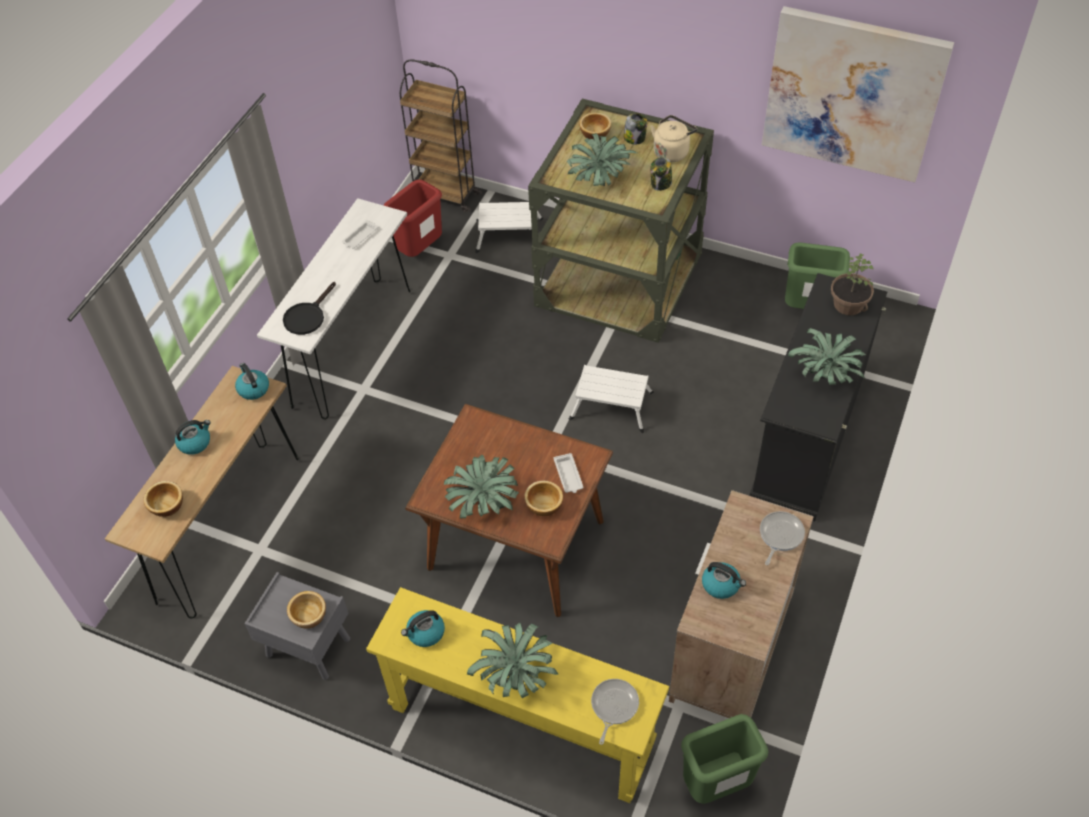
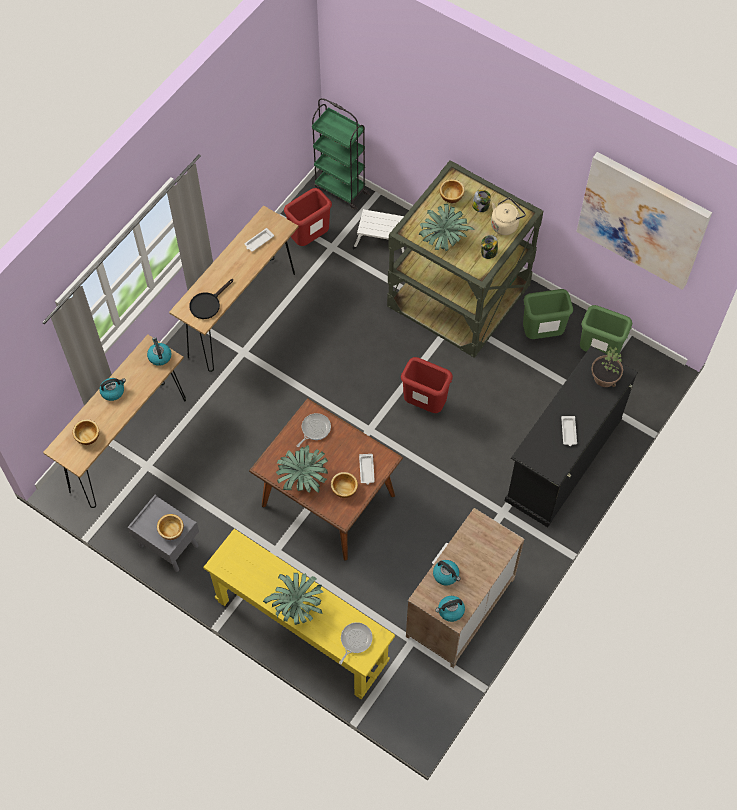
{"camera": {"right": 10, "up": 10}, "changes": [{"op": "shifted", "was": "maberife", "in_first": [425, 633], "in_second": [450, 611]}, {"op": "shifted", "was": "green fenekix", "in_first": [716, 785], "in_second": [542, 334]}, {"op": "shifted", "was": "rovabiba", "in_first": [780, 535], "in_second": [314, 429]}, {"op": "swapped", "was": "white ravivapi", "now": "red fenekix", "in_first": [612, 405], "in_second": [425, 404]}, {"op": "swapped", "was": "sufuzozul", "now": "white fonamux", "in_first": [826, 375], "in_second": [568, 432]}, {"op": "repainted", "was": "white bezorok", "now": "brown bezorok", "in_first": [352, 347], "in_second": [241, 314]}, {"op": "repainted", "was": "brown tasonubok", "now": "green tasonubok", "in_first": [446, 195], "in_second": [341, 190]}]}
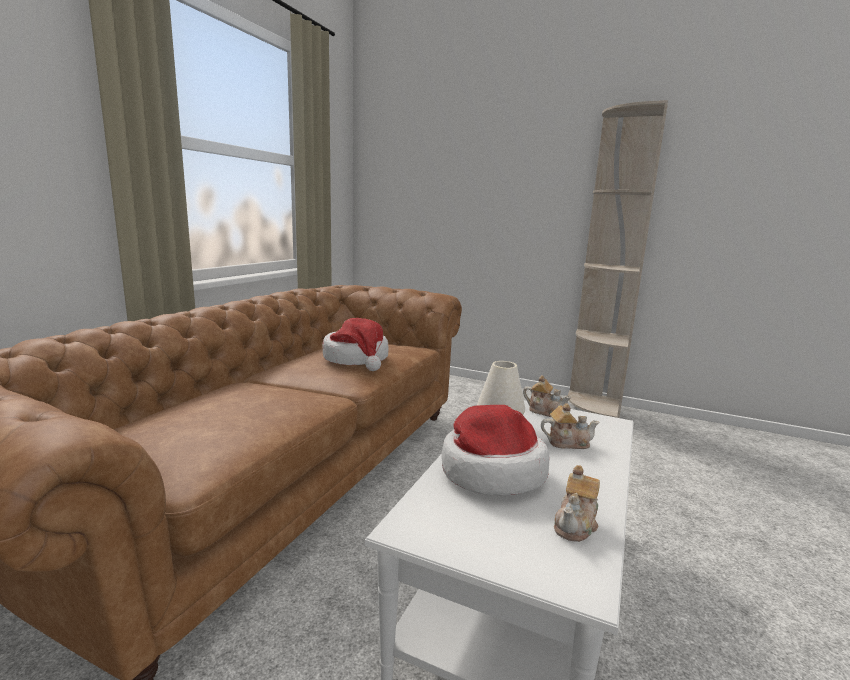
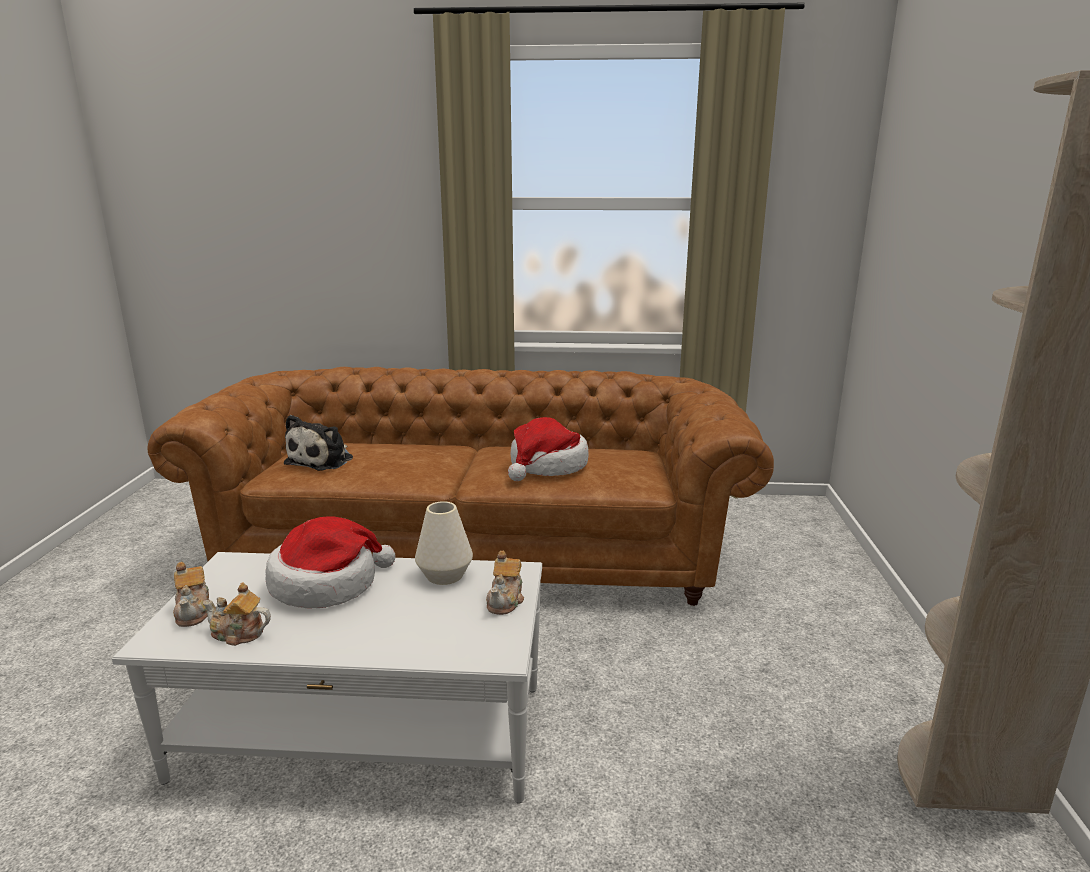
{"camera": {"right": 70, "up": 5}, "changes": [{"op": "new", "now": "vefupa", "in_second": [322, 460]}, {"op": "shifted", "was": "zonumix", "in_first": [567, 443], "in_second": [194, 612]}]}
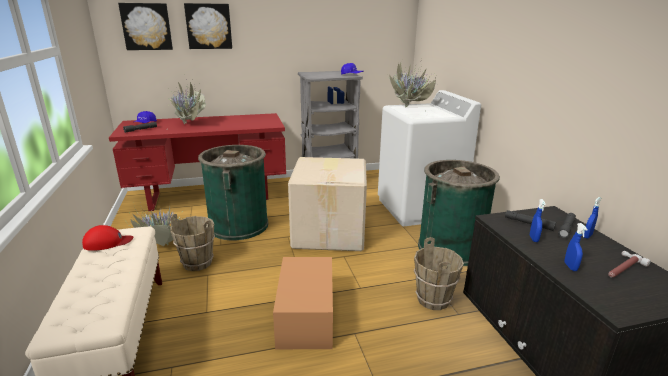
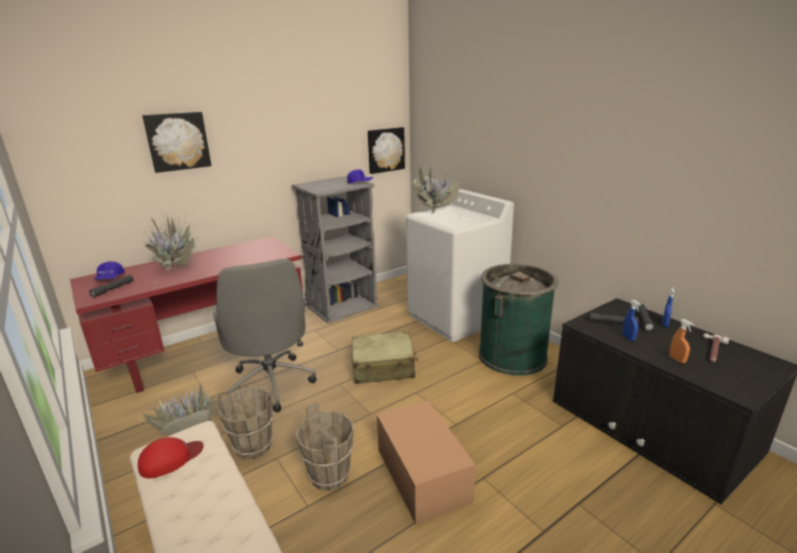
{"camera": {"right": -20, "up": 0}, "changes": [{"op": "shifted", "was": "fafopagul", "in_first": [146, 26], "in_second": [385, 150]}, {"op": "shifted", "was": "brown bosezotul", "in_first": [433, 300], "in_second": [330, 475]}, {"op": "swapped", "was": "green fenekix", "now": "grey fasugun", "in_first": [238, 225], "in_second": [272, 384]}, {"op": "swapped", "was": "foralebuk", "now": "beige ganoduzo", "in_first": [330, 232], "in_second": [383, 367]}, {"op": "repainted", "was": "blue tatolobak", "now": "orange tatolobak", "in_first": [570, 267], "in_second": [677, 360]}]}
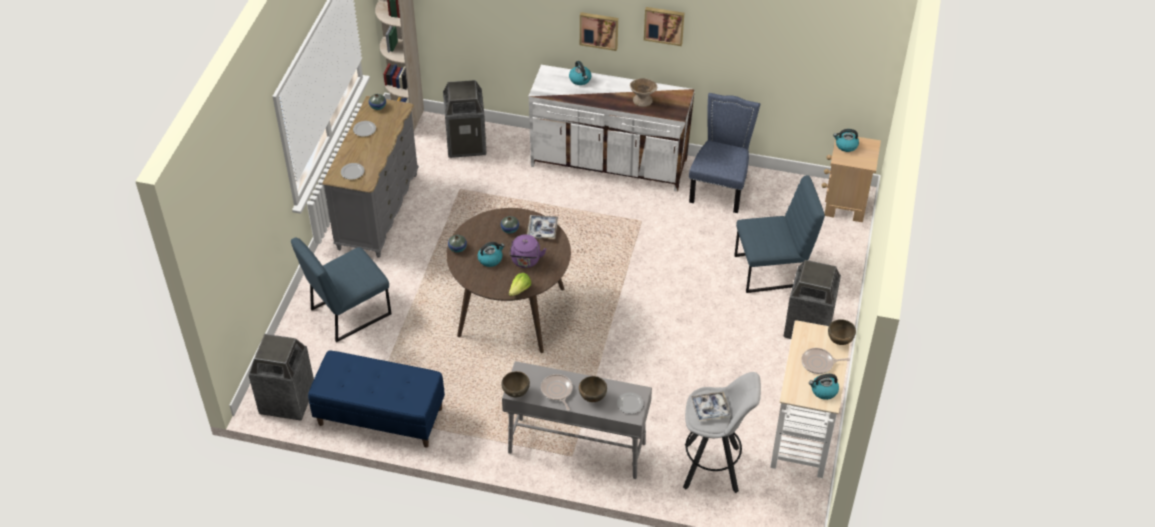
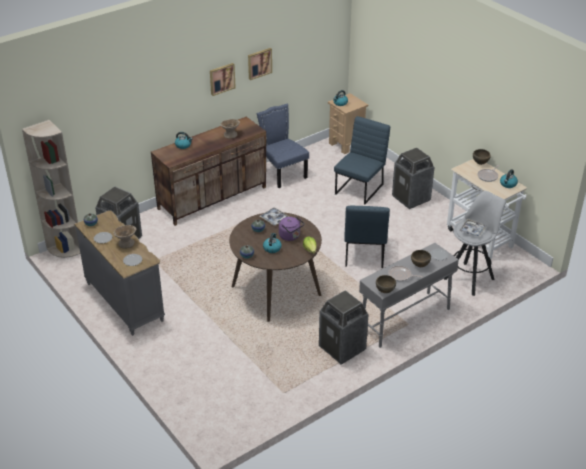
{"camera": {"right": -50, "up": -10}, "changes": [{"op": "gone", "was": "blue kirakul", "in_first": [379, 417]}, {"op": "new", "now": "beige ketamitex", "in_second": [126, 243]}, {"op": "shifted", "was": "fenekix", "in_first": [287, 401], "in_second": [342, 348]}, {"op": "shifted", "was": "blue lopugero", "in_first": [348, 312], "in_second": [364, 254]}, {"op": "shifted", "was": "fafopagul", "in_first": [599, 30], "in_second": [259, 63]}, {"op": "repainted", "was": "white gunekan", "now": "brown gunekan", "in_first": [610, 164], "in_second": [213, 198]}]}
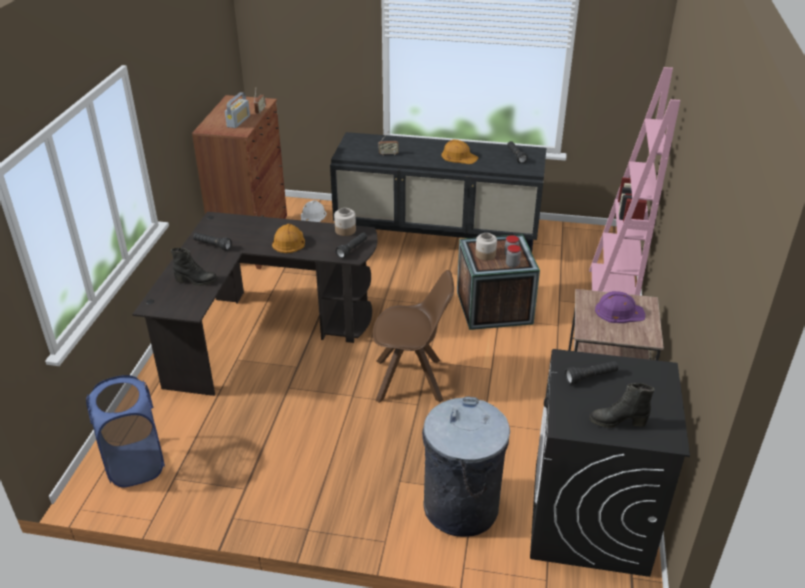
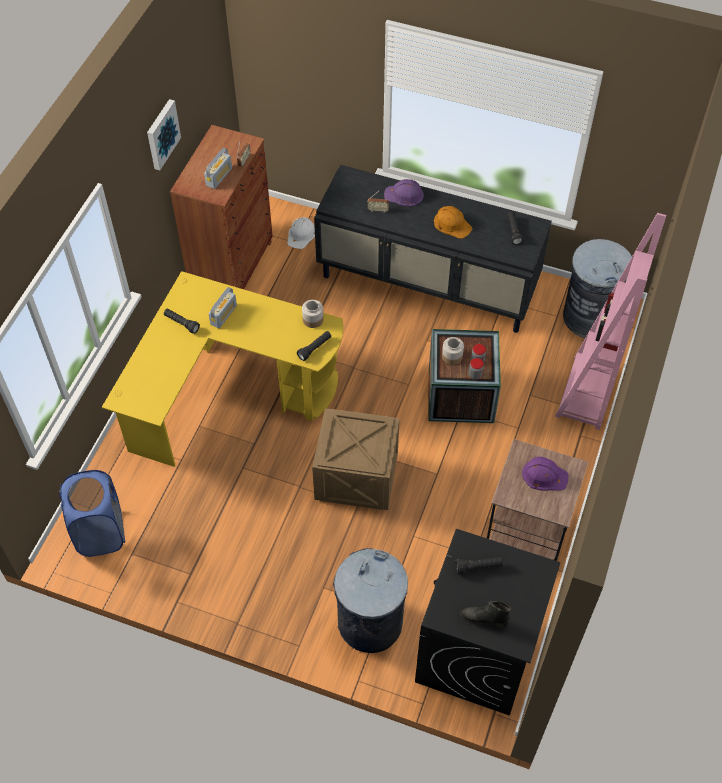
{"camera": {"right": 10, "up": 20}, "changes": [{"op": "gone", "was": "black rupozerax", "in_first": [196, 281]}, {"op": "gone", "was": "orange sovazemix", "in_first": [289, 241]}, {"op": "new", "now": "fafopagul", "in_second": [161, 134]}, {"op": "new", "now": "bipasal", "in_second": [223, 315]}, {"op": "new", "now": "purple sovazemix", "in_second": [404, 195]}, {"op": "new", "now": "grey fenekix", "in_second": [590, 316]}, {"op": "swapped", "was": "brown lopugero", "now": "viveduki", "in_first": [411, 380], "in_second": [358, 477]}, {"op": "repainted", "was": "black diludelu", "now": "yellow diludelu", "in_first": [261, 330], "in_second": [226, 392]}]}
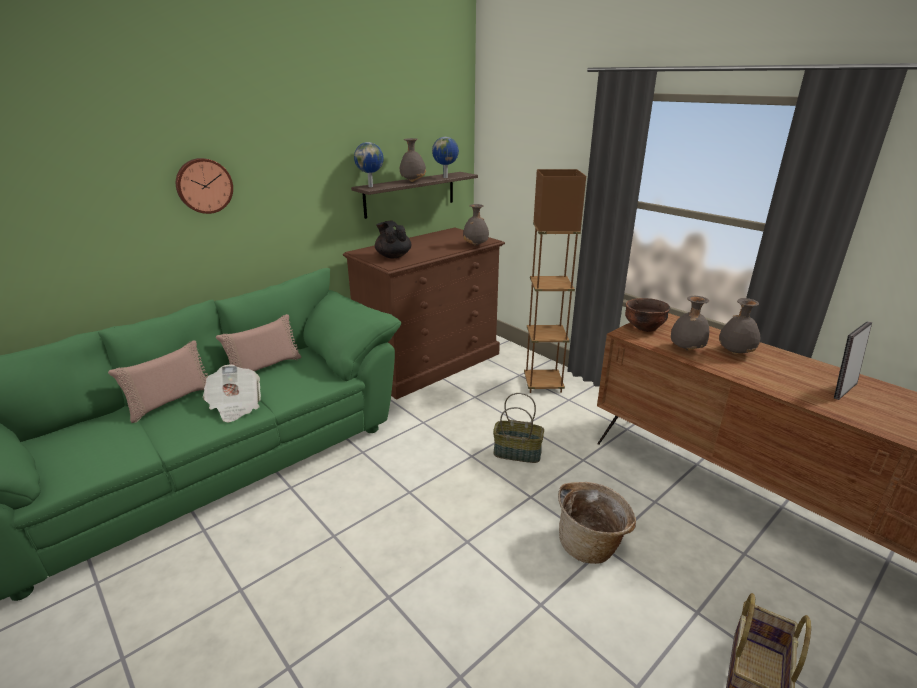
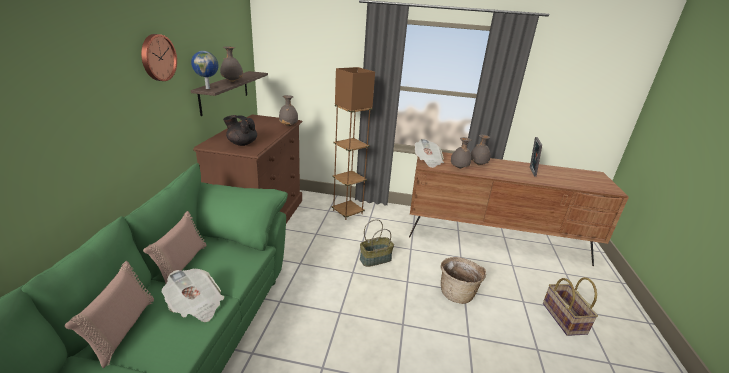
{"camera": {"right": -40, "up": 0}, "changes": [{"op": "gone", "was": "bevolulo", "in_first": [446, 177]}, {"op": "shifted", "was": "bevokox", "in_first": [204, 185], "in_second": [157, 57]}, {"op": "swapped", "was": "brown ketamitex", "now": "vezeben", "in_first": [644, 328], "in_second": [428, 161]}]}
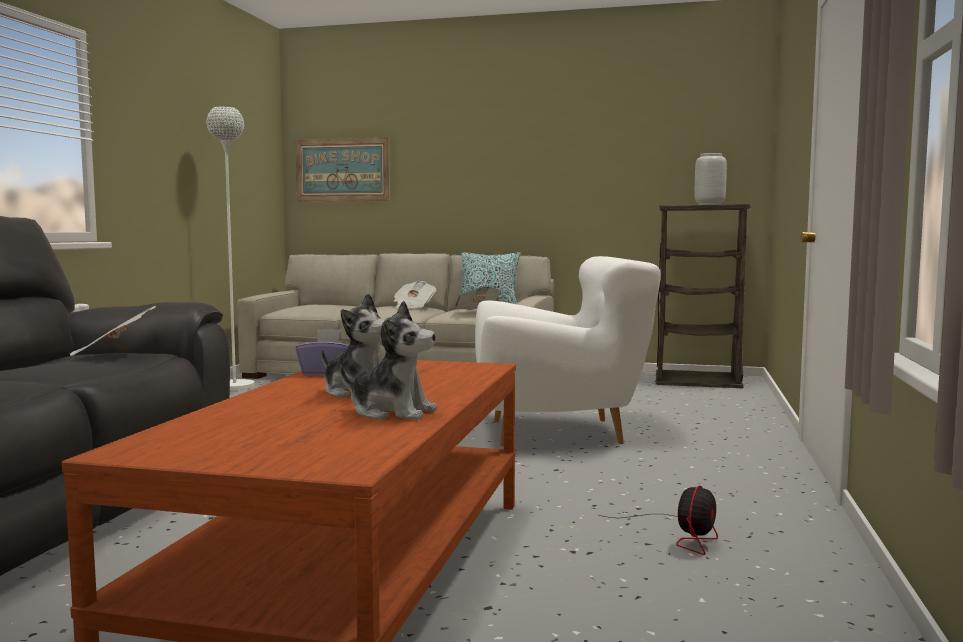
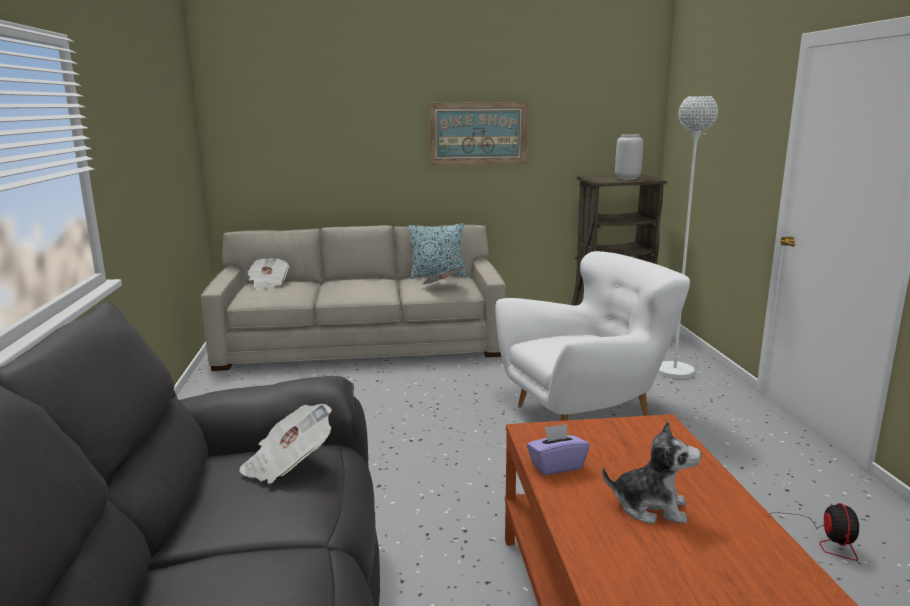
{"camera": {"right": -20, "up": 10}, "changes": [{"op": "gone", "was": "vefupa", "in_first": [392, 412]}, {"op": "shifted", "was": "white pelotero", "in_first": [235, 387], "in_second": [675, 371]}, {"op": "shifted", "was": "fafopagul", "in_first": [342, 170], "in_second": [478, 133]}, {"op": "shifted", "was": "vezeben", "in_first": [413, 307], "in_second": [268, 284]}]}
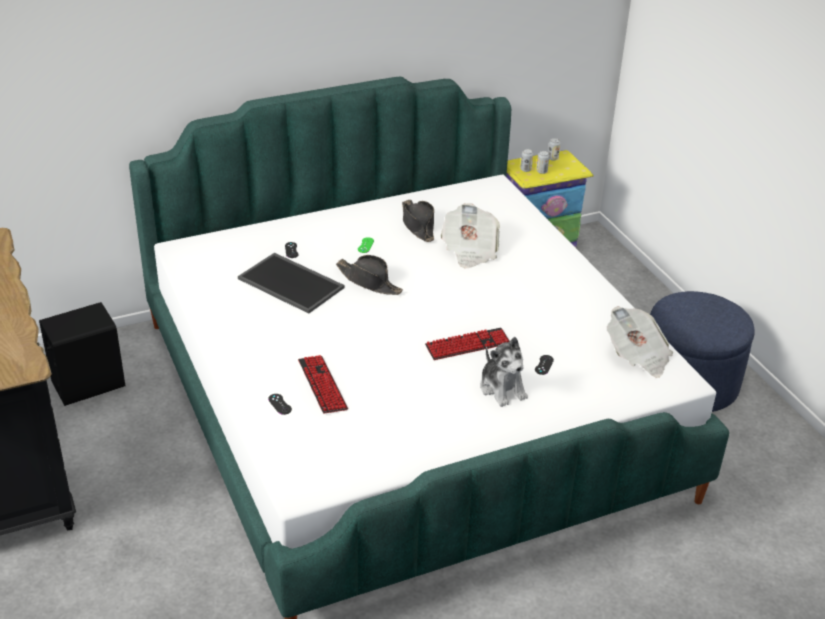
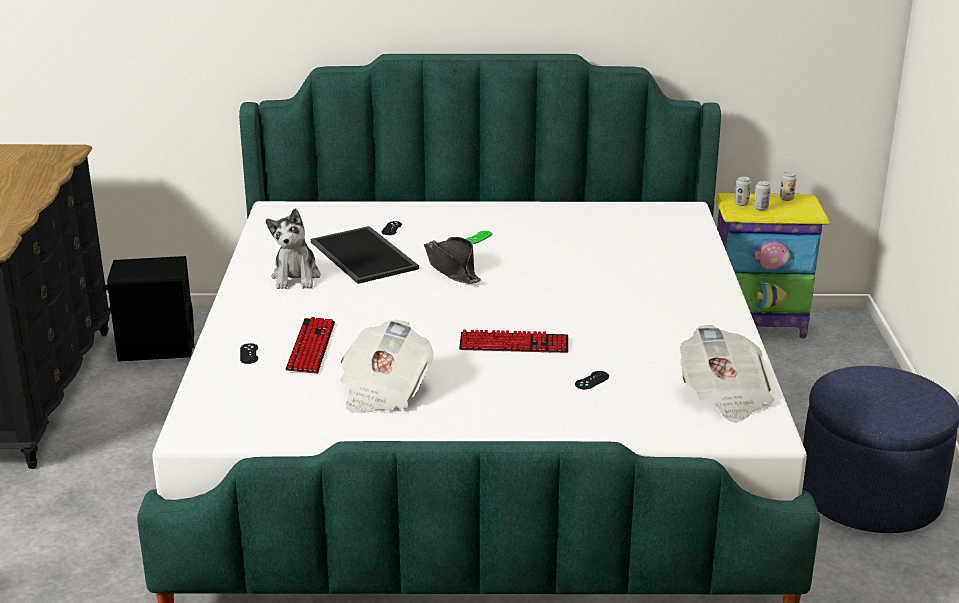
{"camera": {"right": 25, "up": -10}, "changes": [{"op": "gone", "was": "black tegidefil", "in_first": [418, 225]}, {"op": "shifted", "was": "vezeben", "in_first": [469, 251], "in_second": [383, 391]}, {"op": "shifted", "was": "vefupa", "in_first": [502, 388], "in_second": [296, 277]}]}
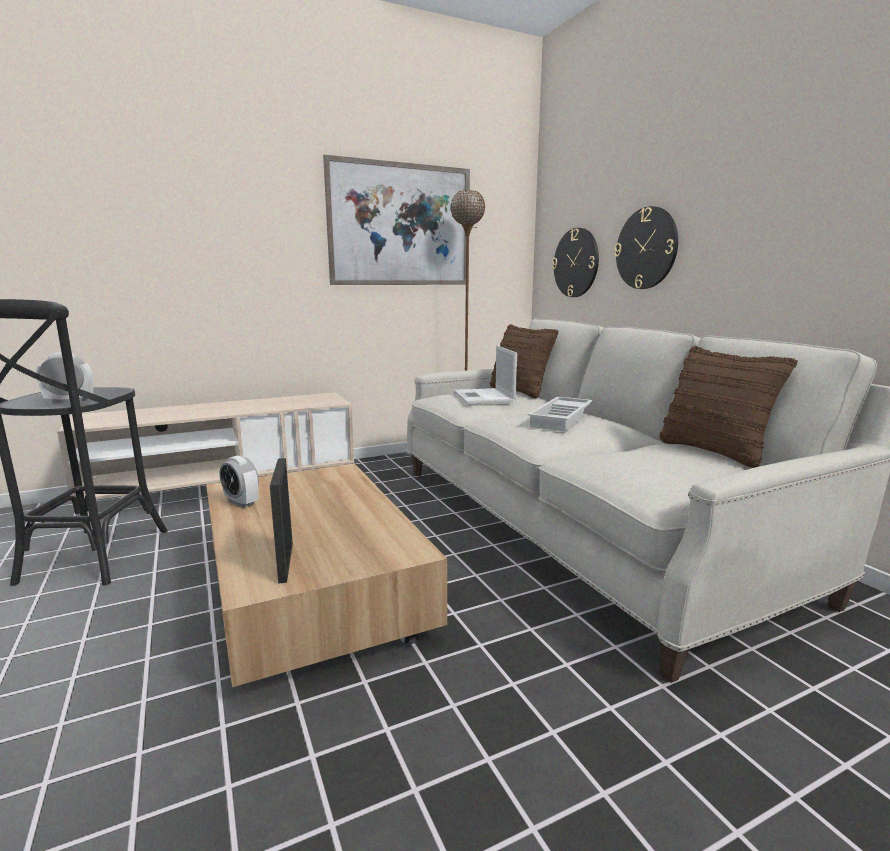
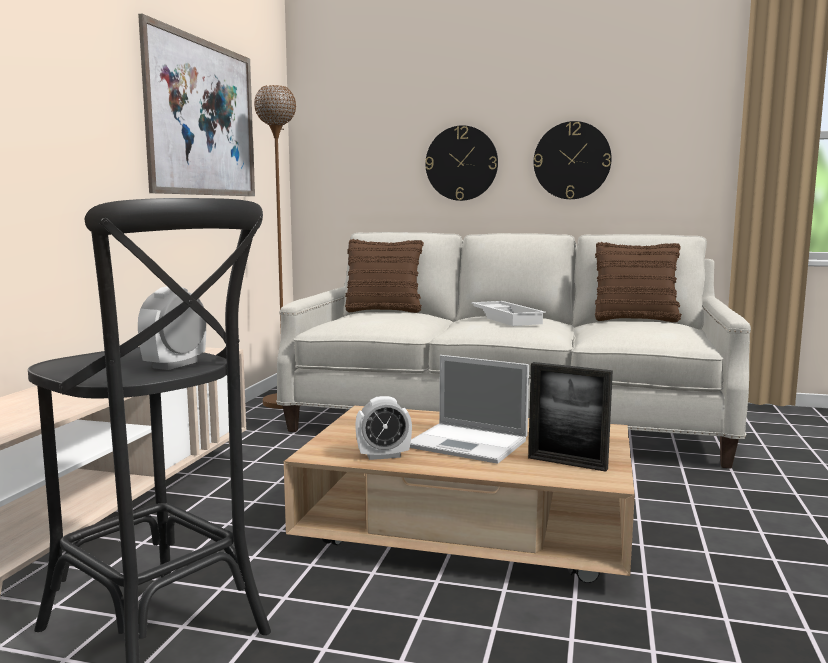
{"camera": {"right": -50, "up": -5}, "changes": [{"op": "shifted", "was": "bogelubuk", "in_first": [484, 397], "in_second": [469, 444]}, {"op": "shifted", "was": "bevokox", "in_first": [576, 263], "in_second": [572, 160]}]}
